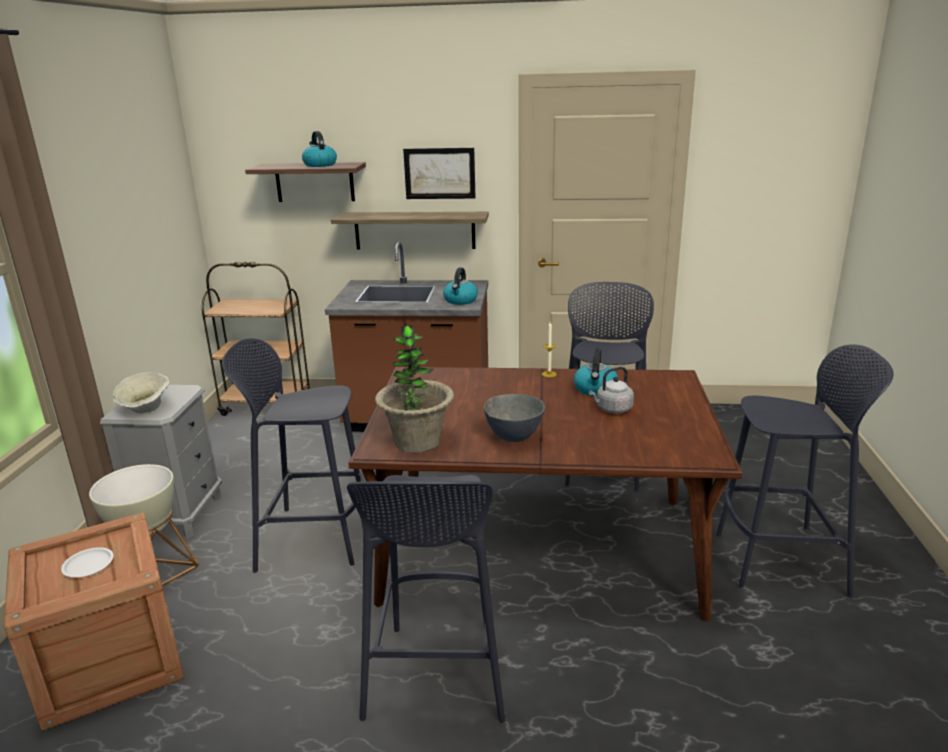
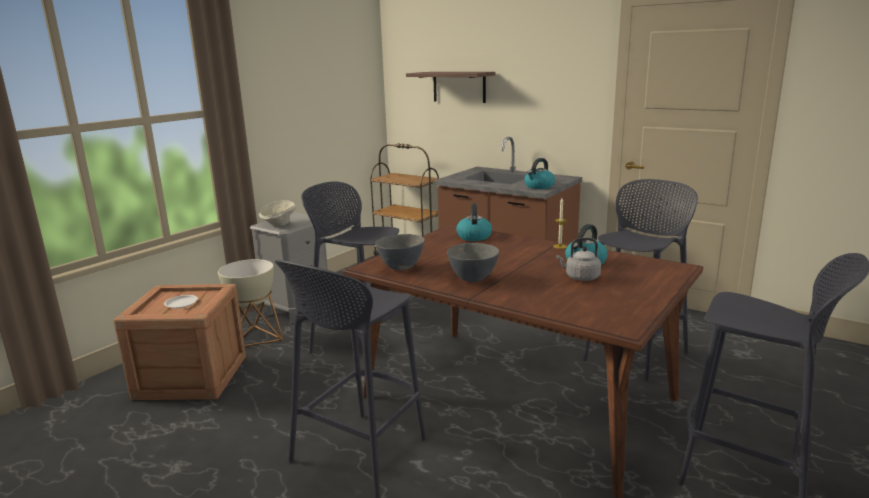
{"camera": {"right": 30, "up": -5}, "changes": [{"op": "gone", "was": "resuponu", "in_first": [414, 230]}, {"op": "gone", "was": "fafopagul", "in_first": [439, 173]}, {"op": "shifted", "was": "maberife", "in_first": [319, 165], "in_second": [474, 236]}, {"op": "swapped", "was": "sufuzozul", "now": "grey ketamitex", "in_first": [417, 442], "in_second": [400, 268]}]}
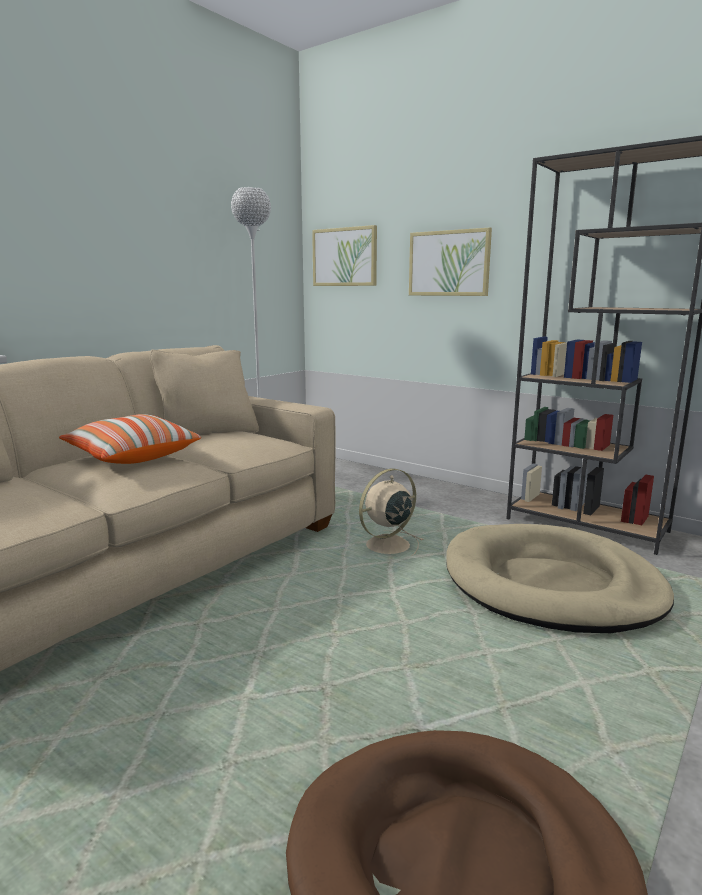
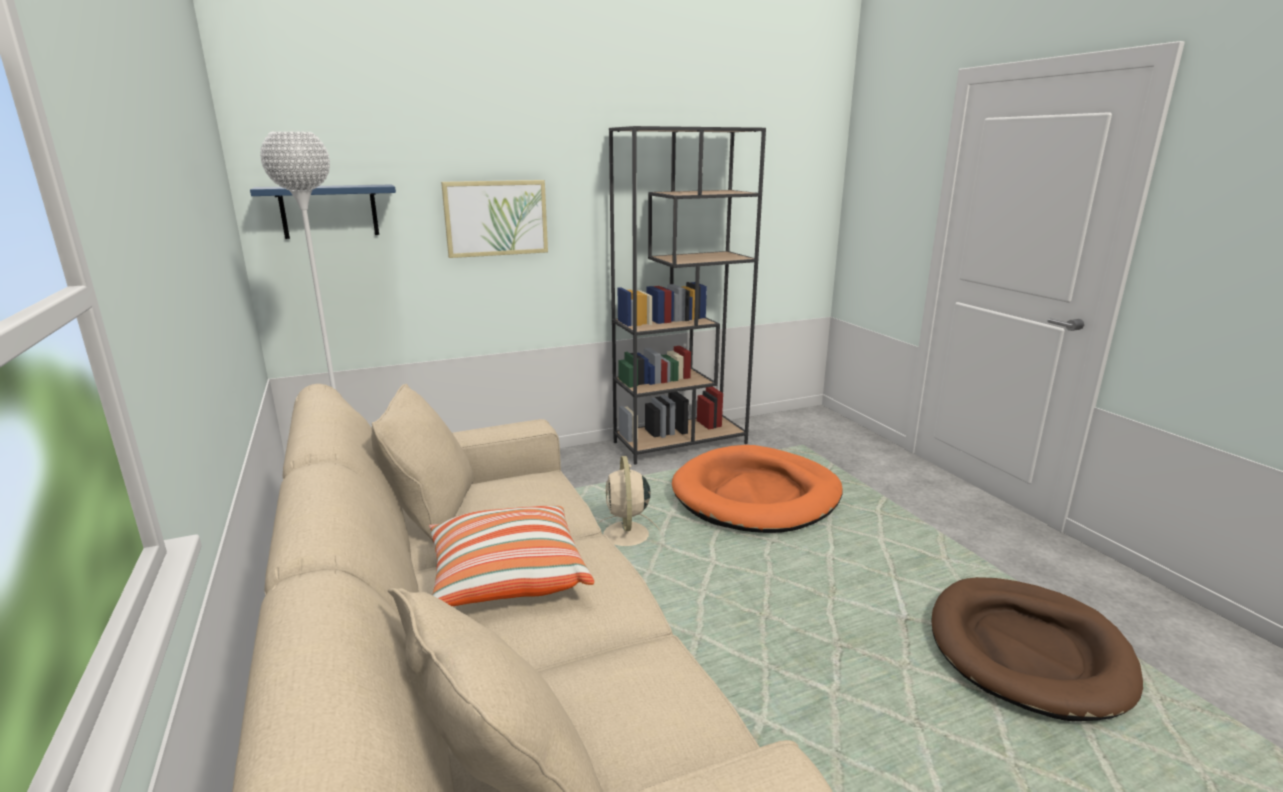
{"camera": {"right": -60, "up": 5}, "changes": [{"op": "swapped", "was": "fafopagul", "now": "blue resuponu", "in_first": [345, 257], "in_second": [329, 211]}, {"op": "repainted", "was": "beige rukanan", "now": "orange rukanan", "in_first": [551, 584], "in_second": [756, 495]}]}
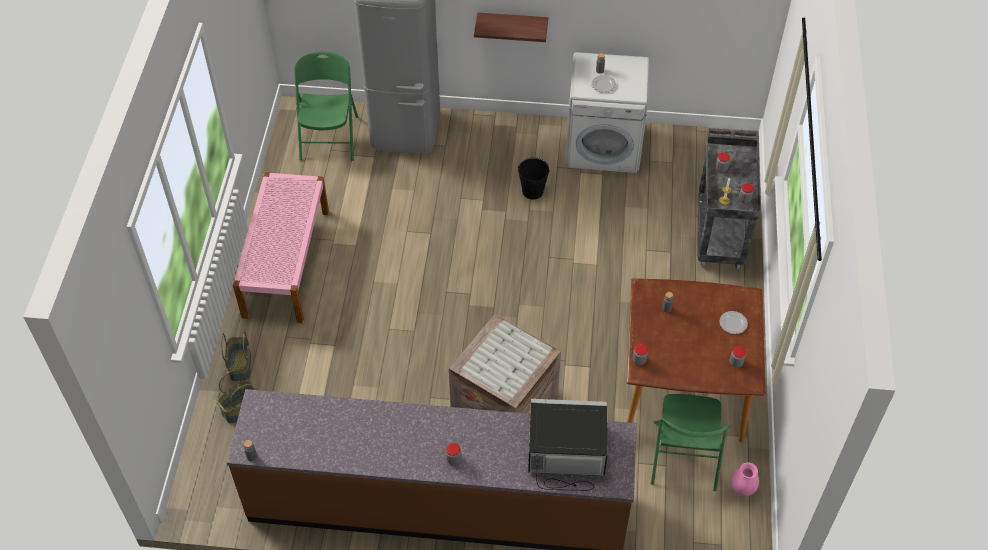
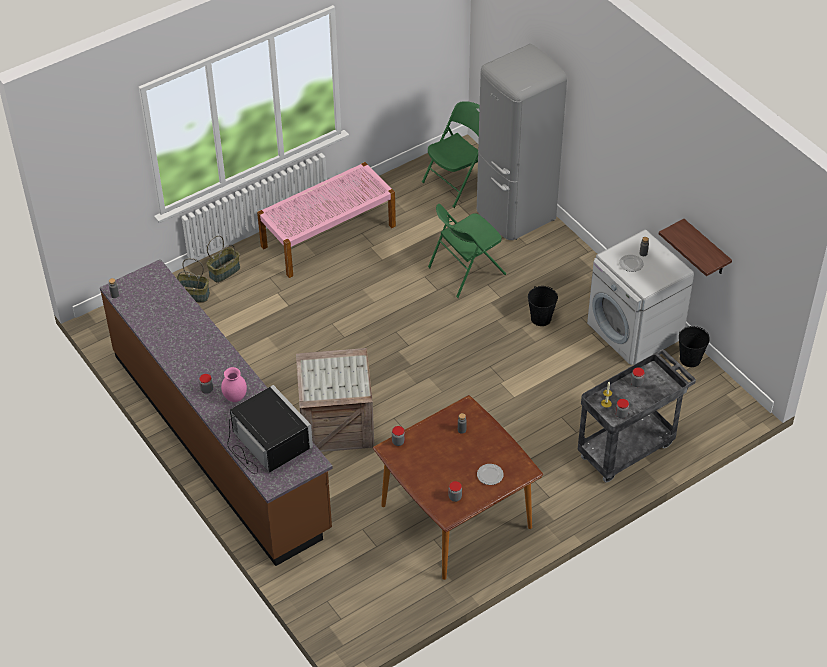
{"camera": {"right": 50, "up": -5}, "changes": [{"op": "new", "now": "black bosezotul", "in_second": [690, 359]}, {"op": "shifted", "was": "resuponu", "in_first": [512, 25], "in_second": [706, 248]}, {"op": "shifted", "was": "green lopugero", "in_first": [684, 456], "in_second": [466, 270]}, {"op": "shifted", "was": "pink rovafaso", "in_first": [741, 489], "in_second": [235, 397]}]}
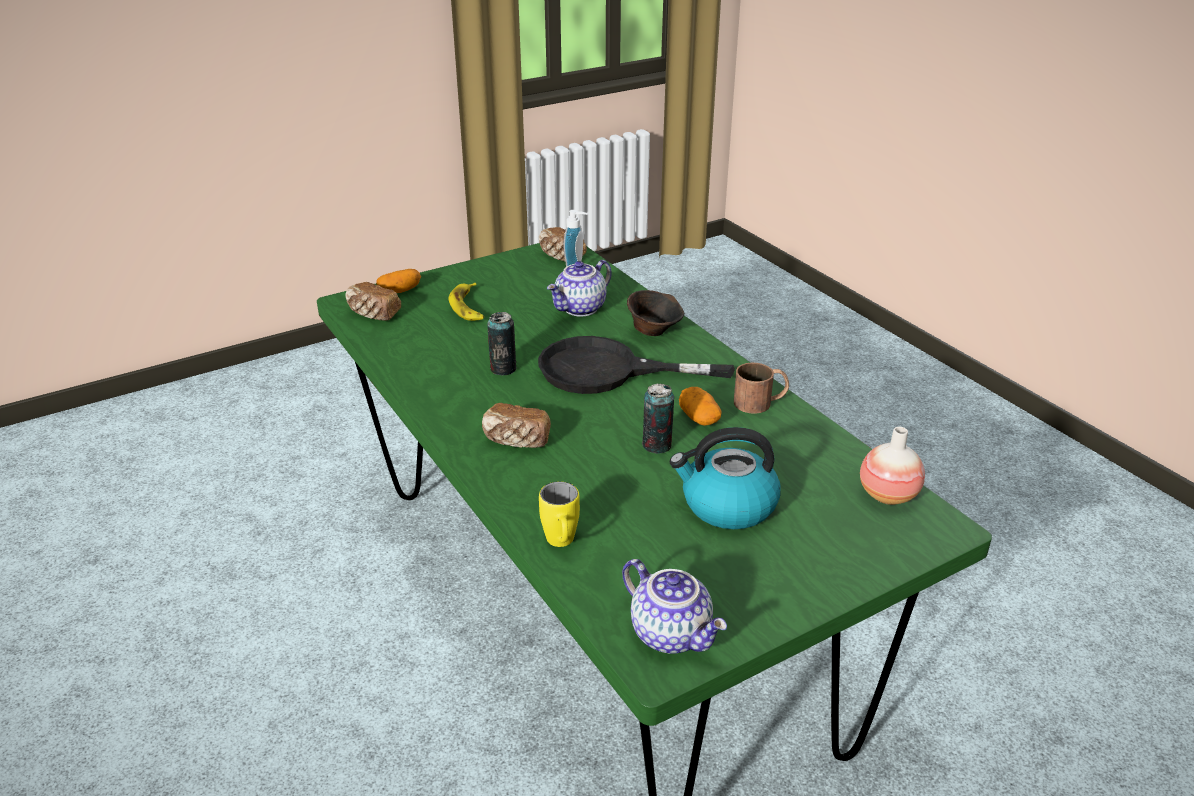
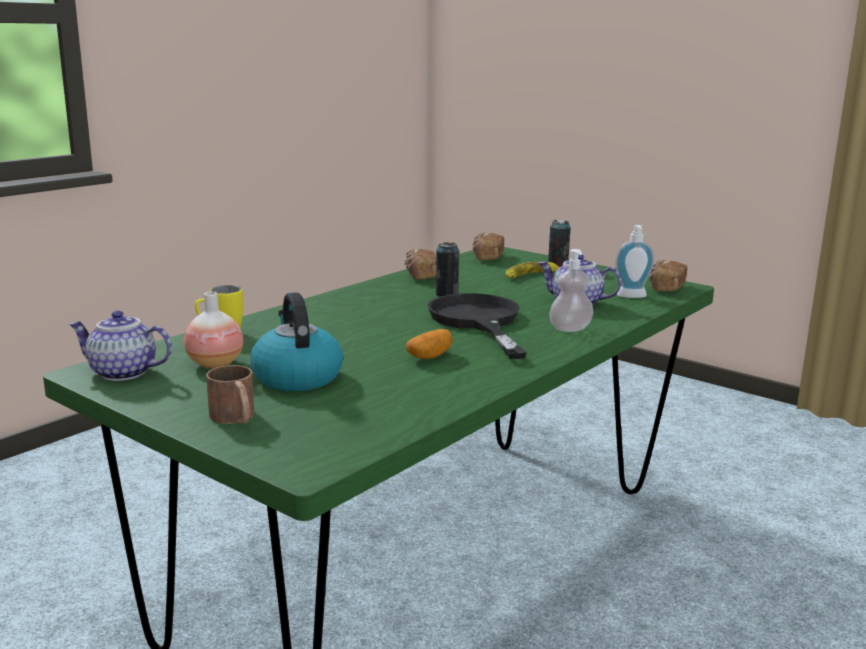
{"camera": {"right": 70, "up": -15}, "changes": [{"op": "gone", "was": "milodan", "in_first": [400, 291]}, {"op": "shifted", "was": "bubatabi", "in_first": [517, 440], "in_second": [420, 276]}, {"op": "shifted", "was": "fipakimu", "in_first": [657, 445], "in_second": [557, 266]}, {"op": "shifted", "was": "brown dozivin", "in_first": [761, 402], "in_second": [235, 418]}, {"op": "shifted", "was": "rovafaso", "in_first": [888, 495], "in_second": [215, 364]}, {"op": "swapped", "was": "brown ketamitex", "now": "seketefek", "in_first": [654, 331], "in_second": [570, 329]}, {"op": "rotated", "was": "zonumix", "in_first": [672, 633], "in_second": [121, 373], "clockwise": 75}]}
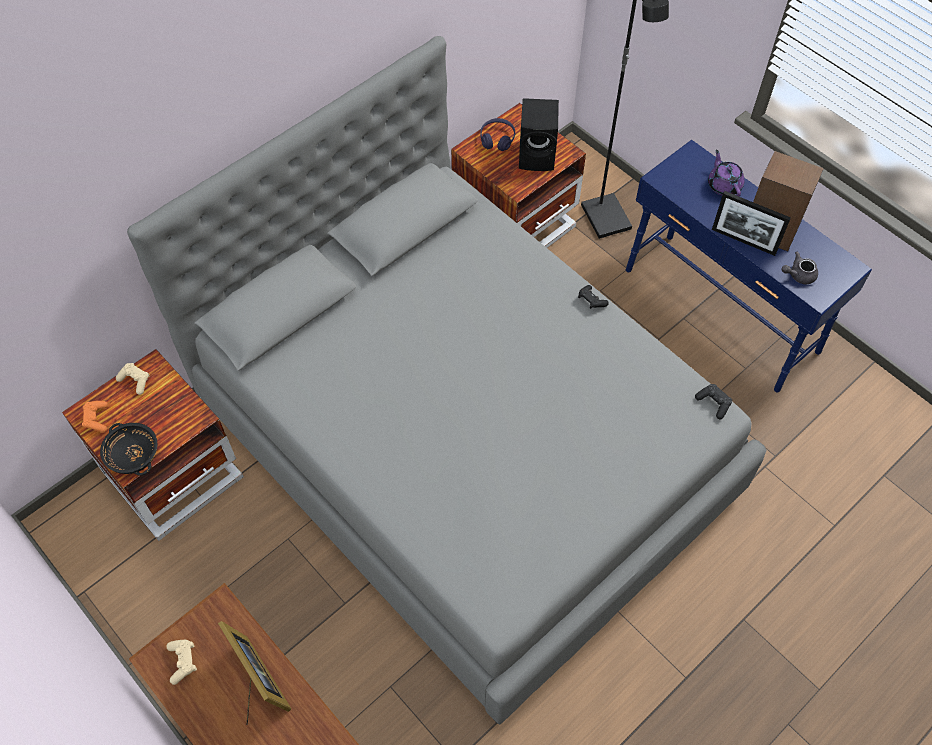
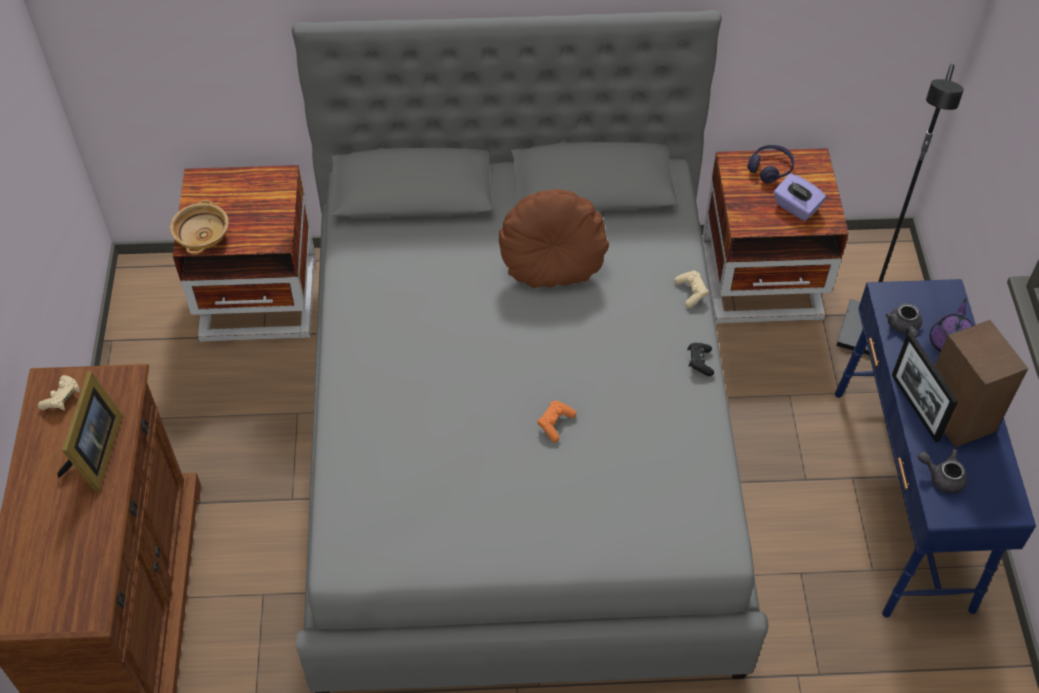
{"camera": {"right": 40, "up": -5}, "changes": [{"op": "gone", "was": "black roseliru", "in_first": [713, 403]}, {"op": "new", "now": "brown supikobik", "in_second": [552, 271]}, {"op": "new", "now": "grey zonumix", "in_second": [904, 328]}, {"op": "shifted", "was": "orange roseliru", "in_first": [96, 419], "in_second": [555, 424]}, {"op": "shifted", "was": "beige roseliru", "in_first": [135, 381], "in_second": [691, 292]}, {"op": "swapped", "was": "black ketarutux", "now": "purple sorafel", "in_first": [538, 156], "in_second": [796, 207]}, {"op": "repainted", "was": "black ketamitex", "now": "beige ketamitex", "in_first": [133, 455], "in_second": [202, 236]}]}
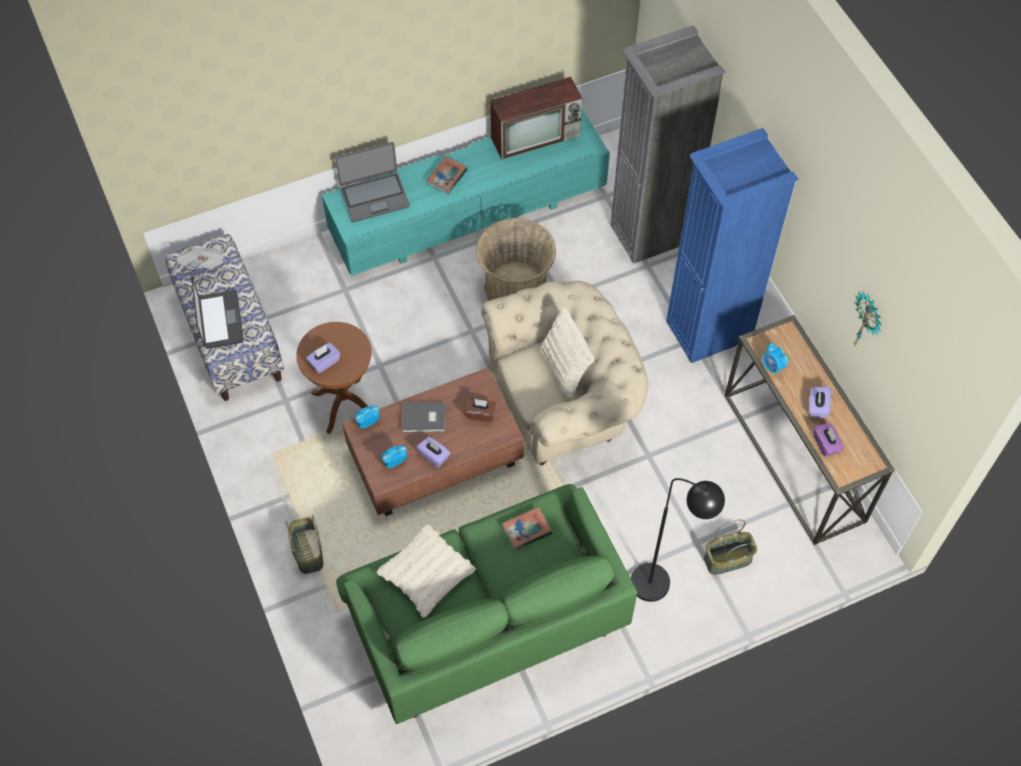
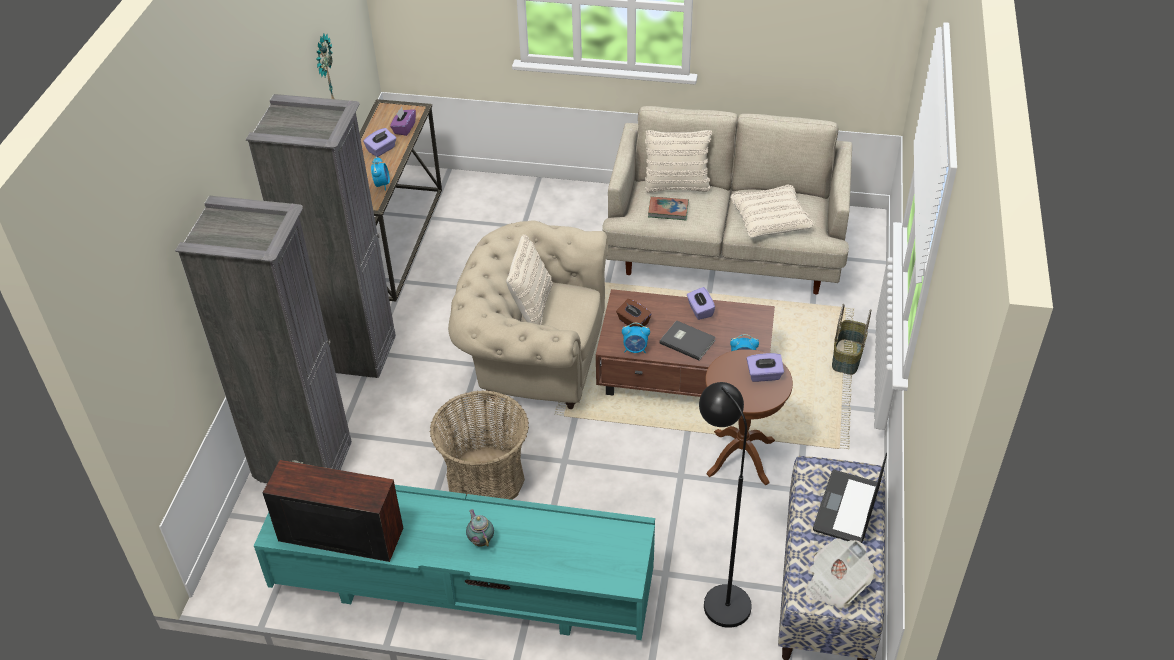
{"camera": {"right": -145, "up": -15}, "changes": [{"op": "gone", "was": "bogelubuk", "in_first": [374, 197]}, {"op": "gone", "was": "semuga", "in_first": [727, 560]}, {"op": "new", "now": "beige supikobik", "in_second": [677, 186]}, {"op": "shifted", "was": "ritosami", "in_first": [394, 462], "in_second": [635, 349]}, {"op": "shifted", "was": "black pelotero", "in_first": [661, 588], "in_second": [718, 596]}, {"op": "swapped", "was": "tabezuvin", "now": "zonumix", "in_first": [447, 177], "in_second": [481, 540]}, {"op": "repainted", "was": "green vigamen", "now": "beige vigamen", "in_first": [487, 620], "in_second": [724, 252]}, {"op": "repainted", "was": "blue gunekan", "now": "grey gunekan", "in_first": [708, 331], "in_second": [352, 352]}]}
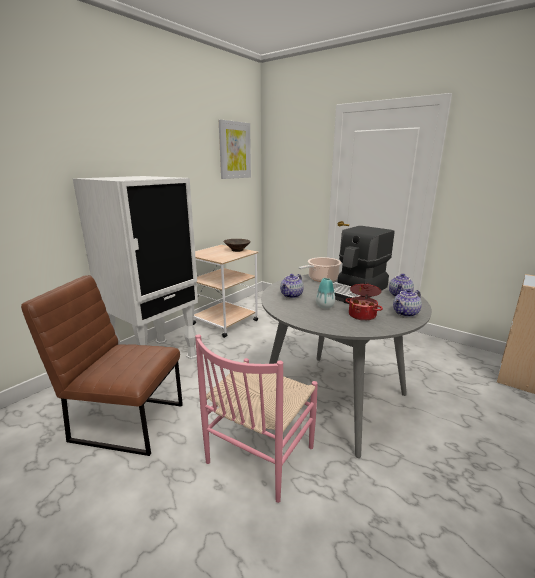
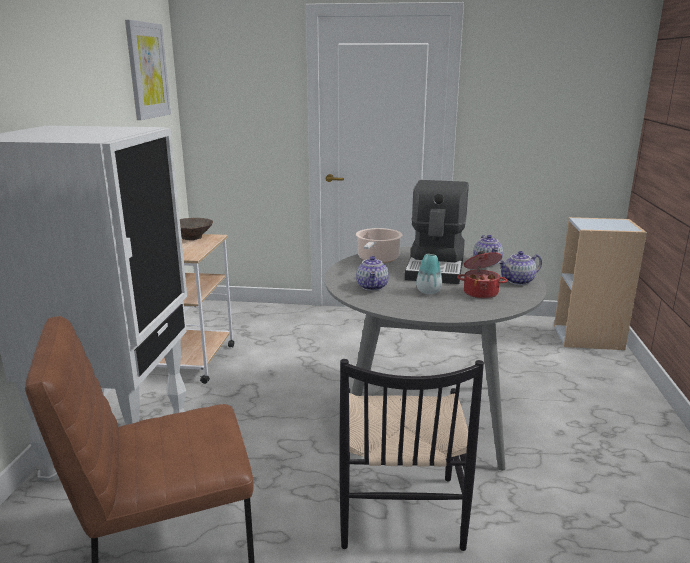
{"camera": {"right": -30, "up": 0}, "changes": [{"op": "repainted", "was": "pink lopugero", "now": "black lopugero", "in_first": [257, 458], "in_second": [399, 516]}, {"op": "rotated", "was": "zonumix", "in_first": [406, 313], "in_second": [518, 281], "clockwise": 45}]}
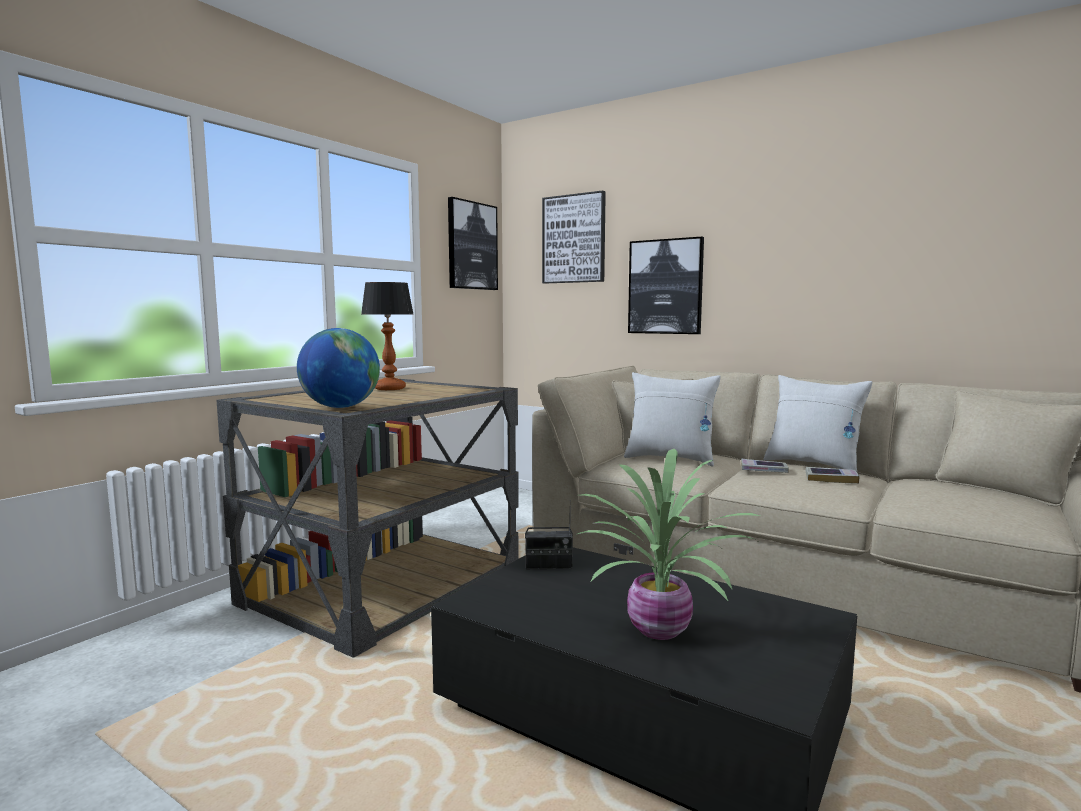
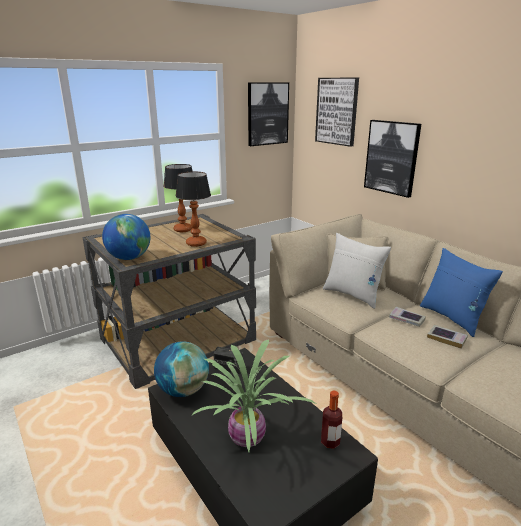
{"camera": {"right": 20, "up": 15}, "changes": [{"op": "new", "now": "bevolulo", "in_second": [183, 390]}, {"op": "new", "now": "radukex", "in_second": [195, 243]}, {"op": "new", "now": "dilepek", "in_second": [330, 442]}, {"op": "repainted", "was": "grey supikobik", "now": "blue supikobik", "in_first": [812, 465], "in_second": [451, 318]}]}
